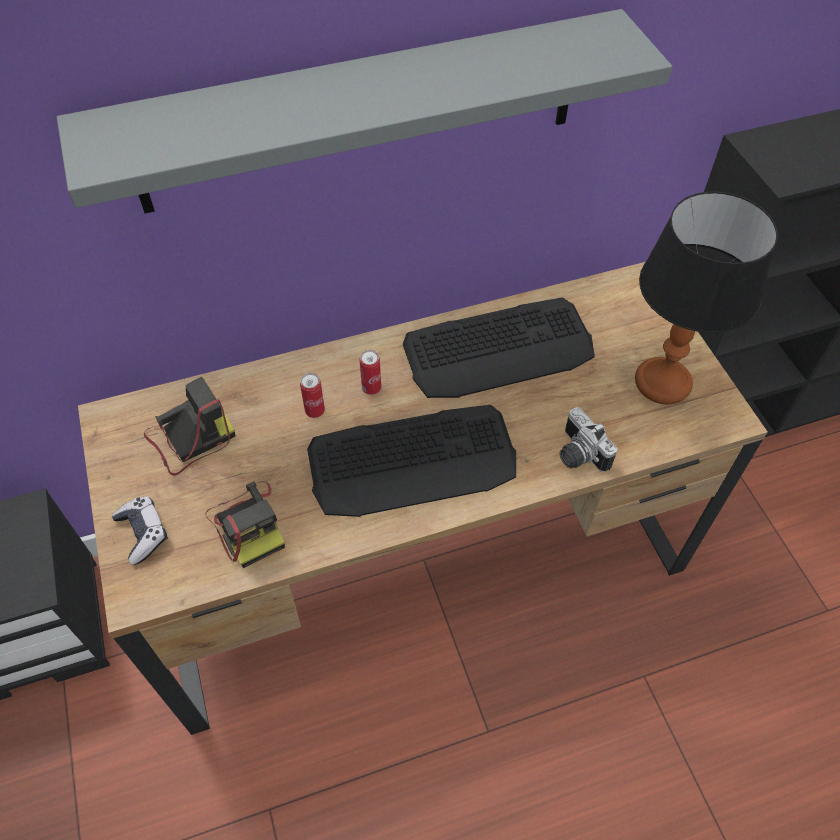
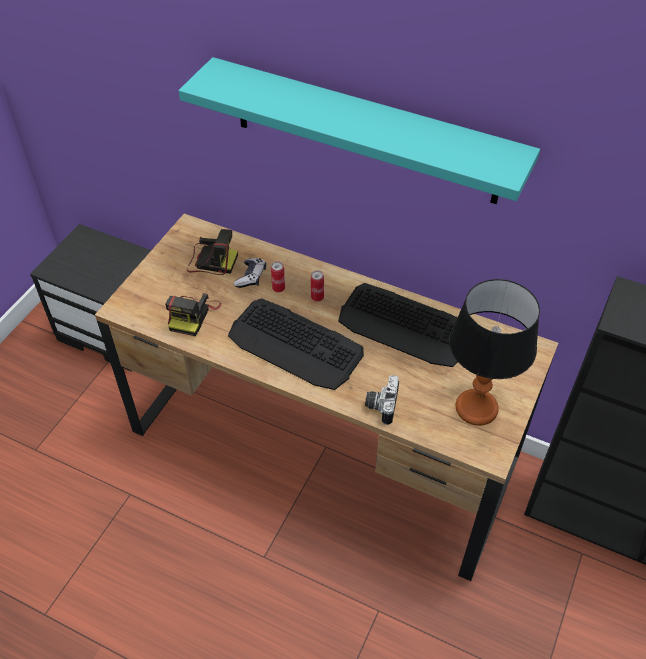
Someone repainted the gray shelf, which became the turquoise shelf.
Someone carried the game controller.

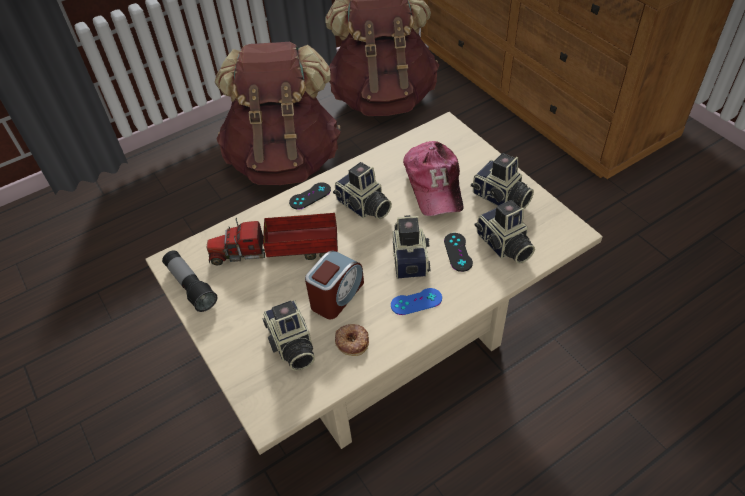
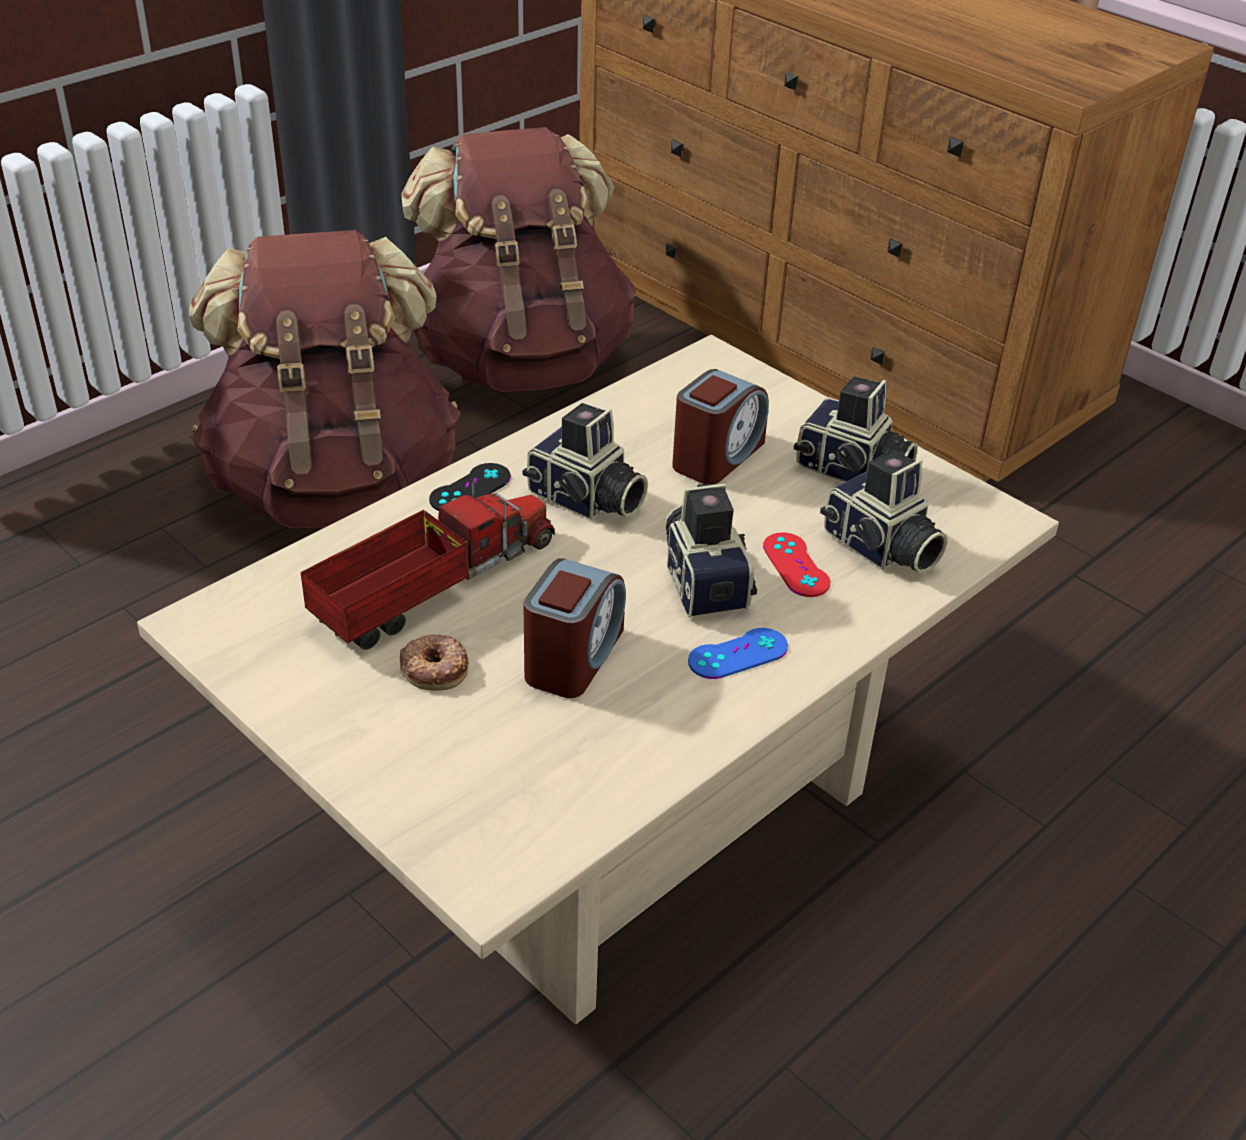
Someone took away the flashlight.
Someone rotated the model truck by 150 degrees clockwise.
Someone took away the photo camera (1st from left).
Someone carried the doughnut.
Someone swapped the cap for the table clock (2nd from left).
Someone repainted the black-coloured game controller (2nd from left), which became the red-coloured game controller.

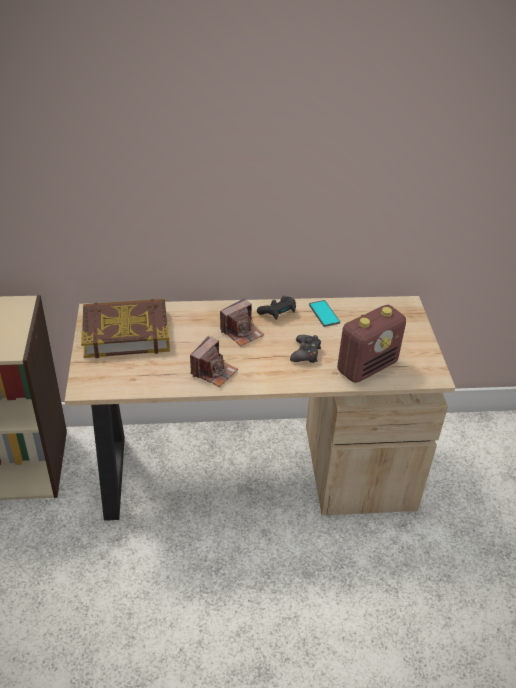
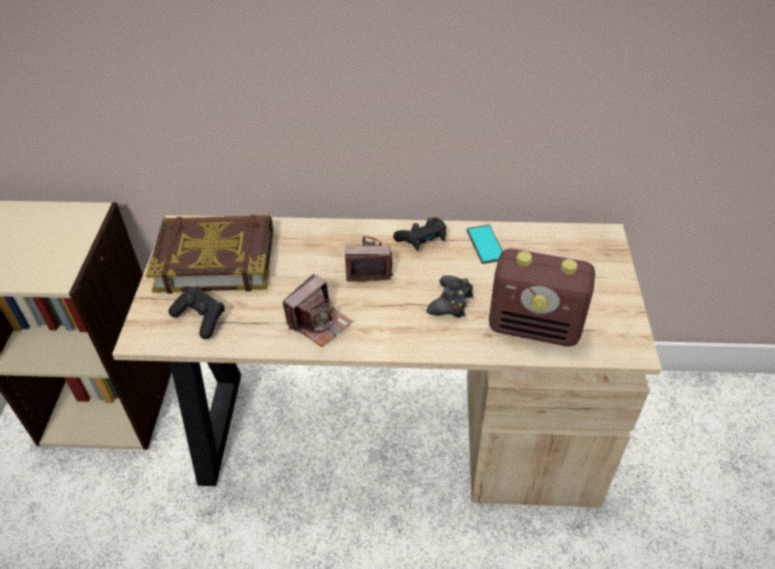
Someone rotated the photo camera (2nd from left) by 150 degrees counterclockwise.
Someone rotated the radio receiver by 45 degrees clockwise.
Someone put down the black-coloured game controller (1st from left).

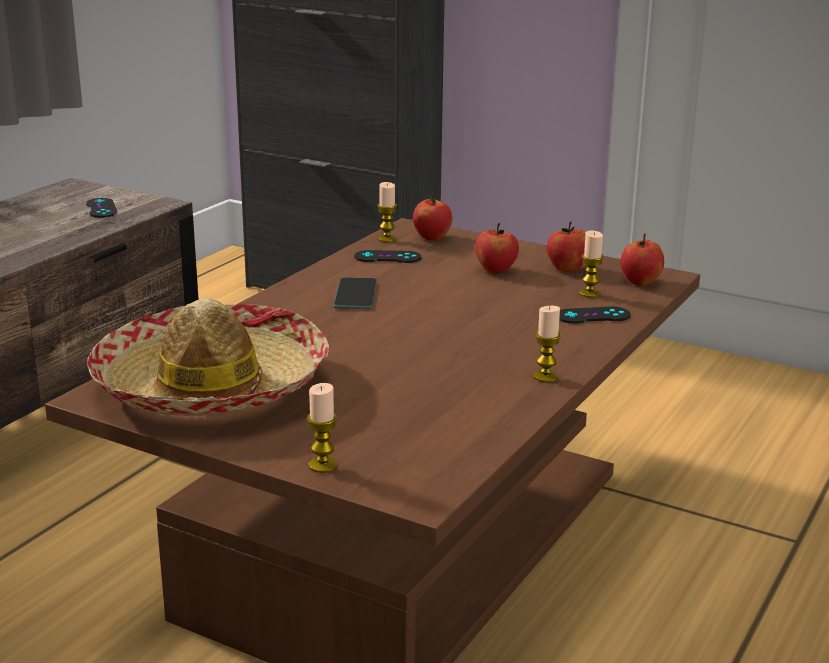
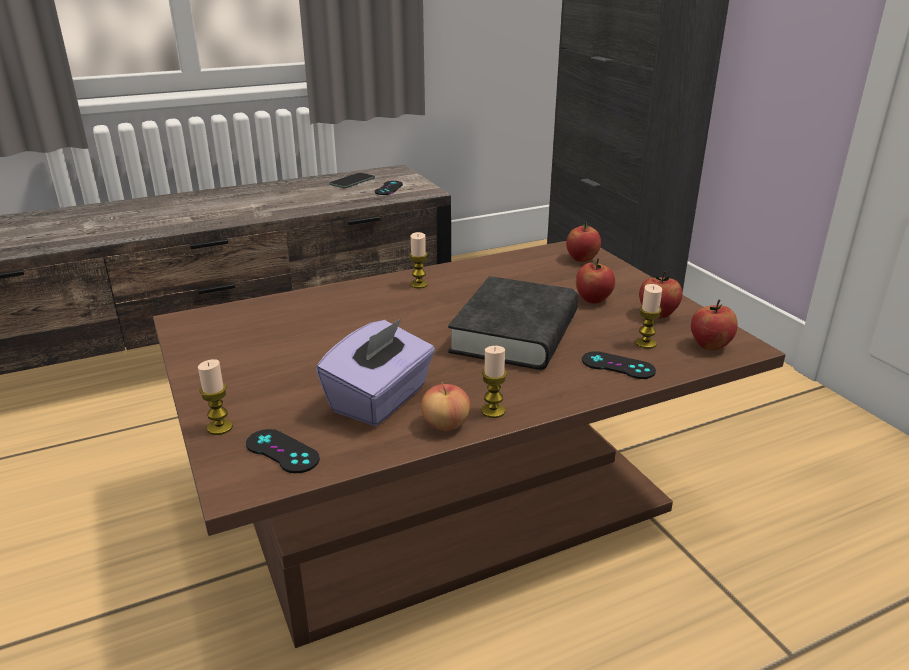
Someone took away the hat.
Someone carried the handset.
Someone carried the black-coloured game controller (2nd from left in the first image).
Someone carried the wax candle (2nd from left).
Someone put down the purplish tissue holder.
Someone put down the apple fruit (1st from left).
Someone put down the black-coloured bound book.

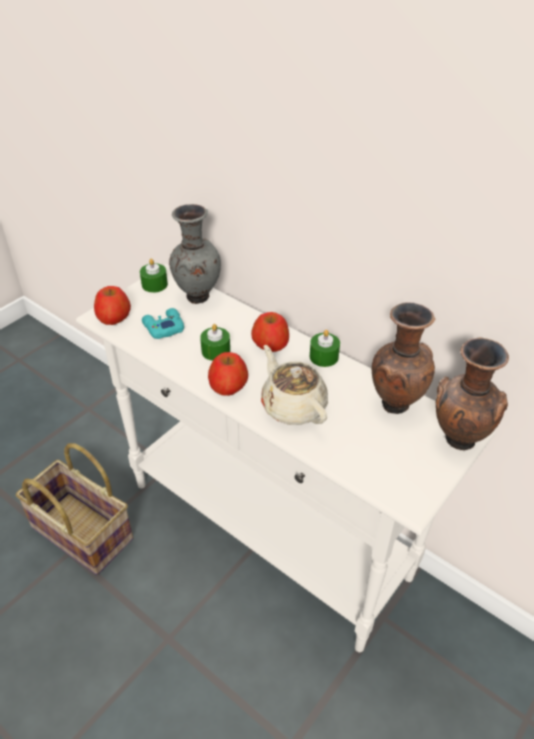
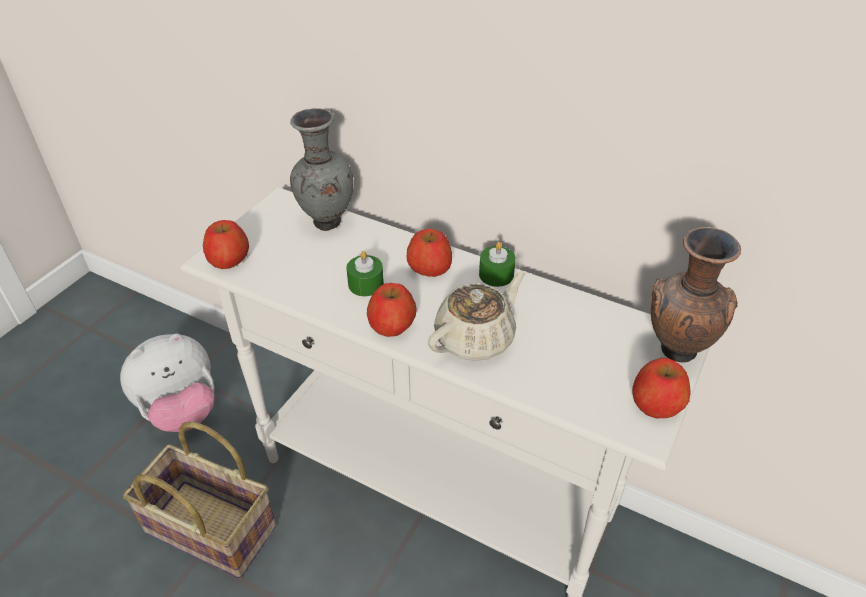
Someone took away the green wax candle (1st from left).
Someone took away the turquoise game controller.
Someone rotated the beige-coloured tea pot by 90 degrees clockwise.
Someone took away the brown decorative vase (1st from left).
Someone put down the soft toy.
Someone put down the apple fruit (4th from left).

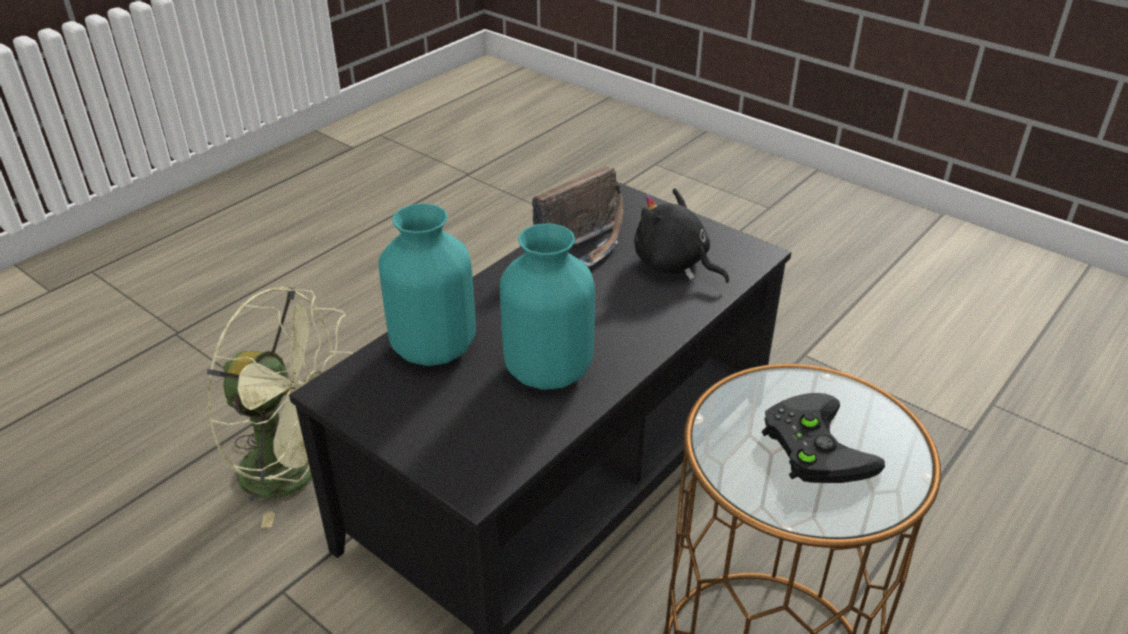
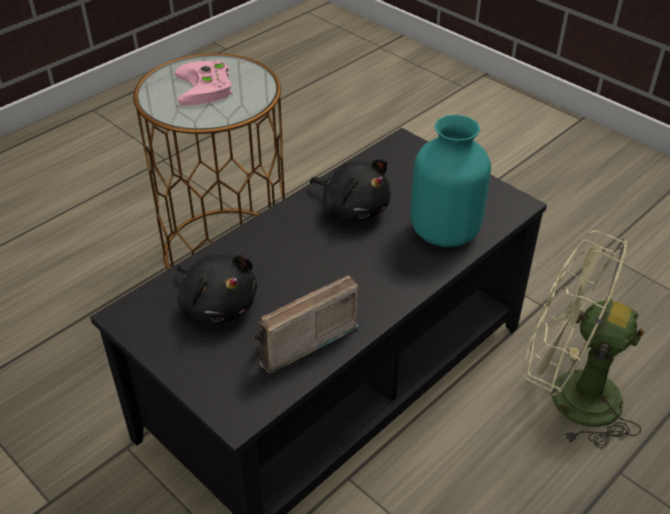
Someone swapped the turquoise decorative vase (2nd from left) for the black-coloured soft toy (2nd from left).
Someone repainted the black-coloured game controller, which became the pinkish game controller.

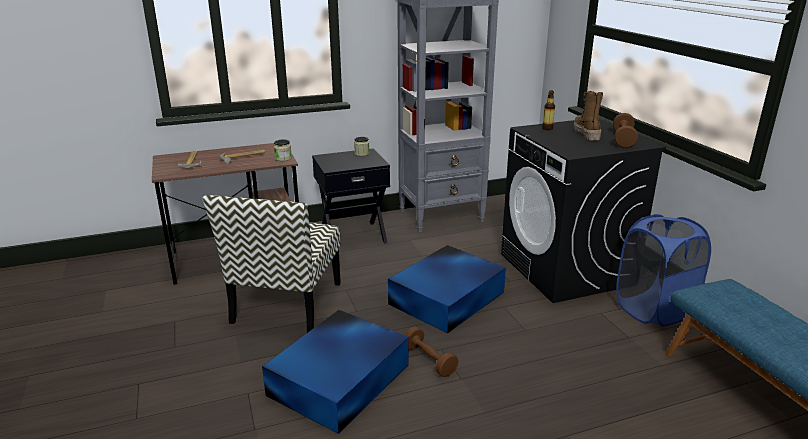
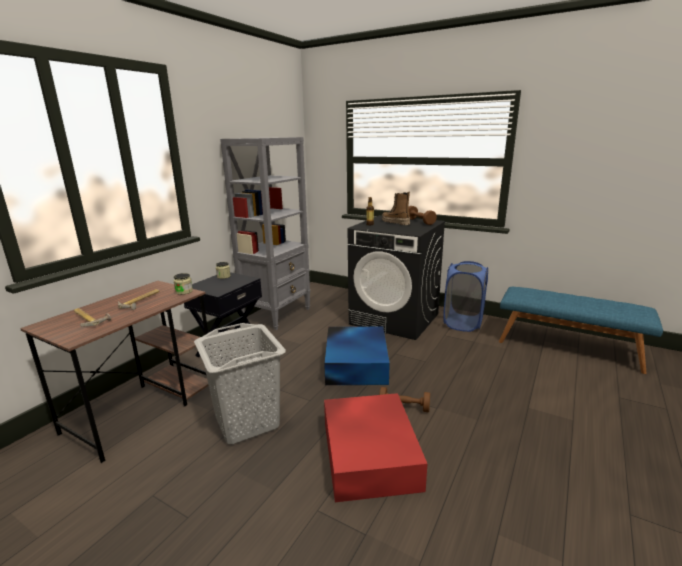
Someone swapped the chair for the gray washing basket.
Someone repainted the bluish storage box (1st from left), which became the red-coloured storage box.

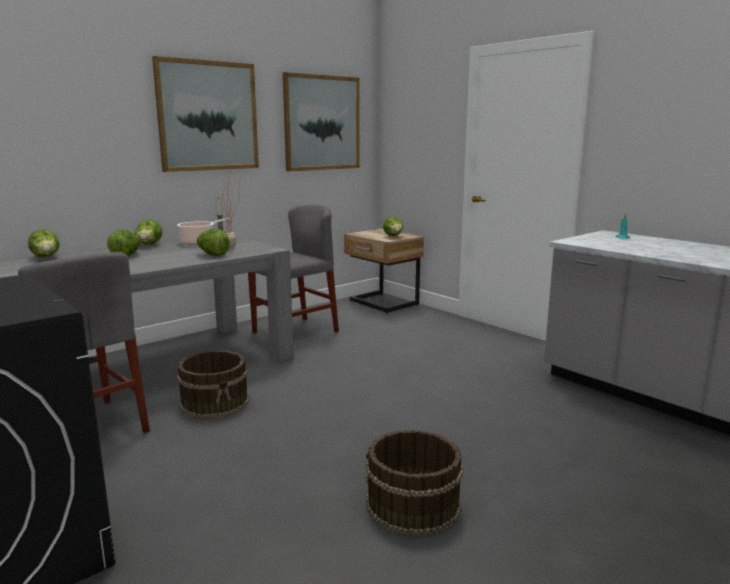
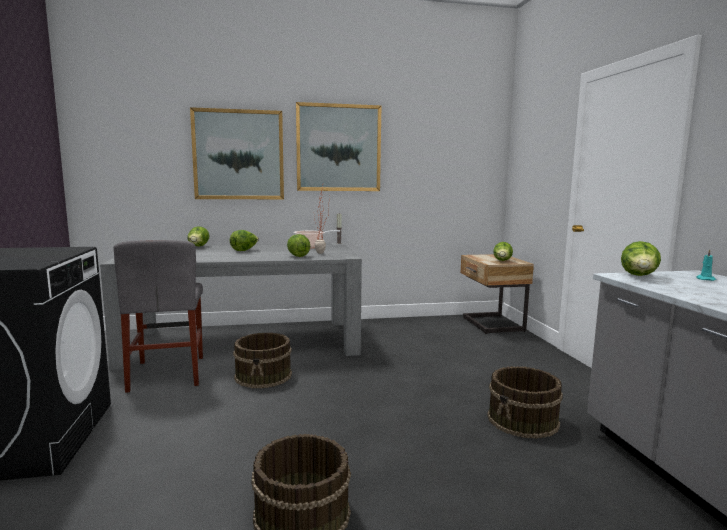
Someone carried the lettuce (3rd from left in the first image).
Someone took away the gray chair (2nd from left).
Someone carried the wall art (2nd from left in the first image).
Someone put down the brown water bucket (3rd from left).

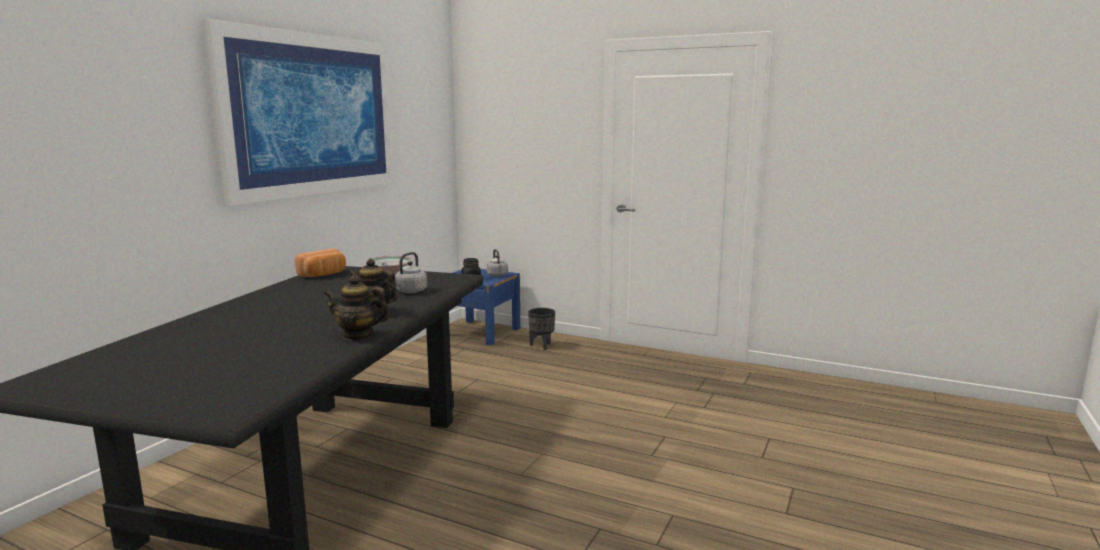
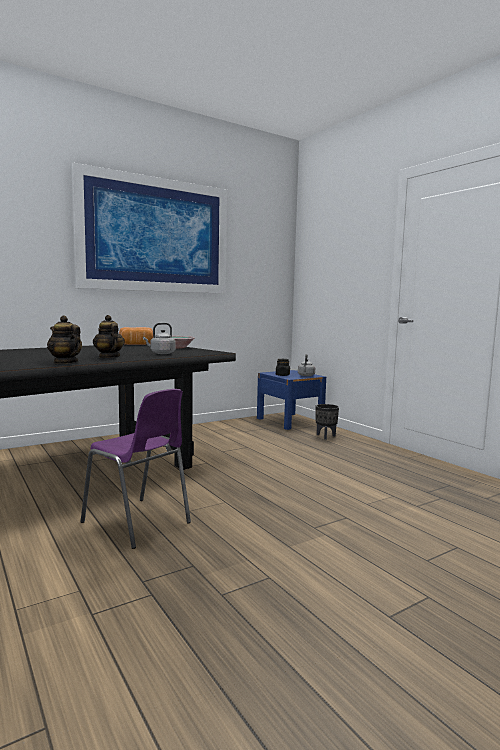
Someone put down the purplish chair.

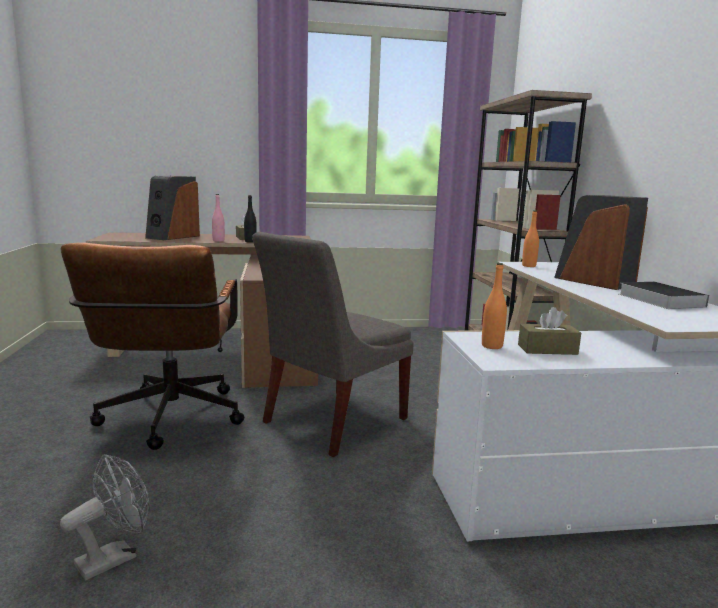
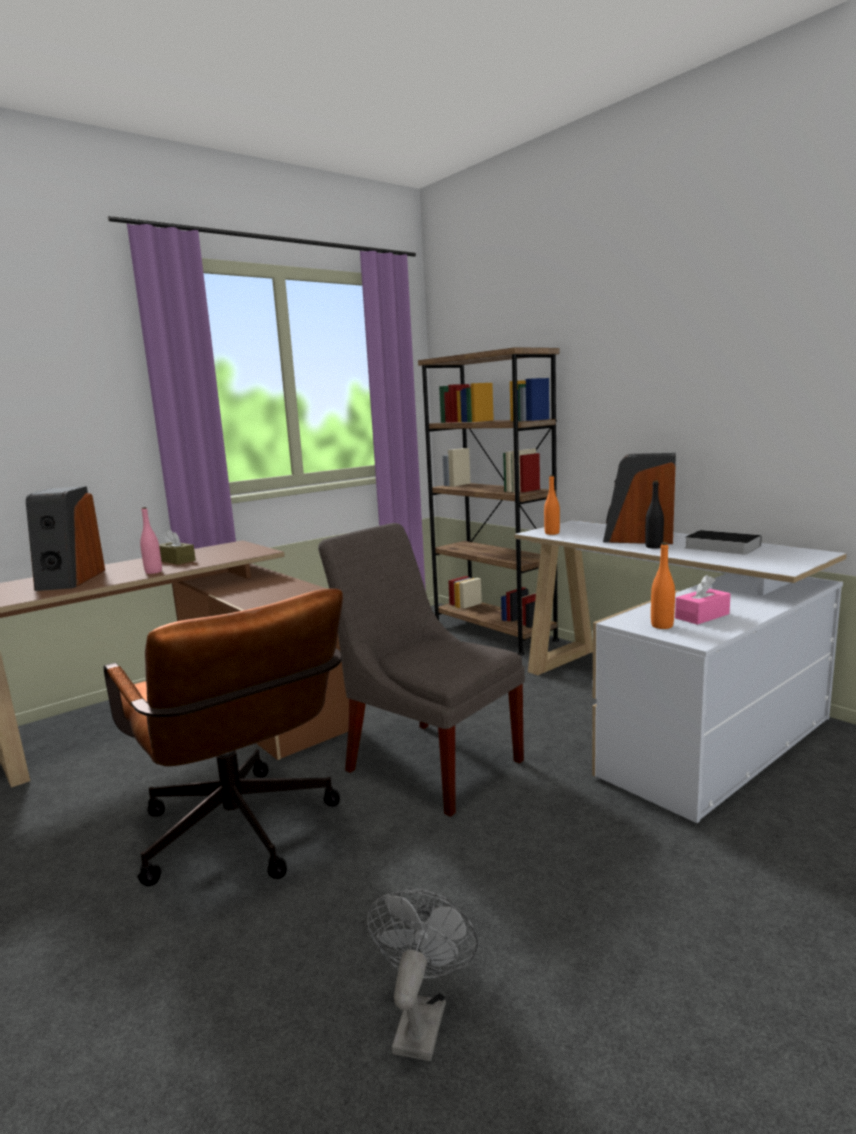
Someone carried the black-coloured bottle.
Someone rotated the gray chair by 120 degrees clockwise.
Someone repainted the brown tissue holder (2nd from left), which became the pinkish tissue holder.

